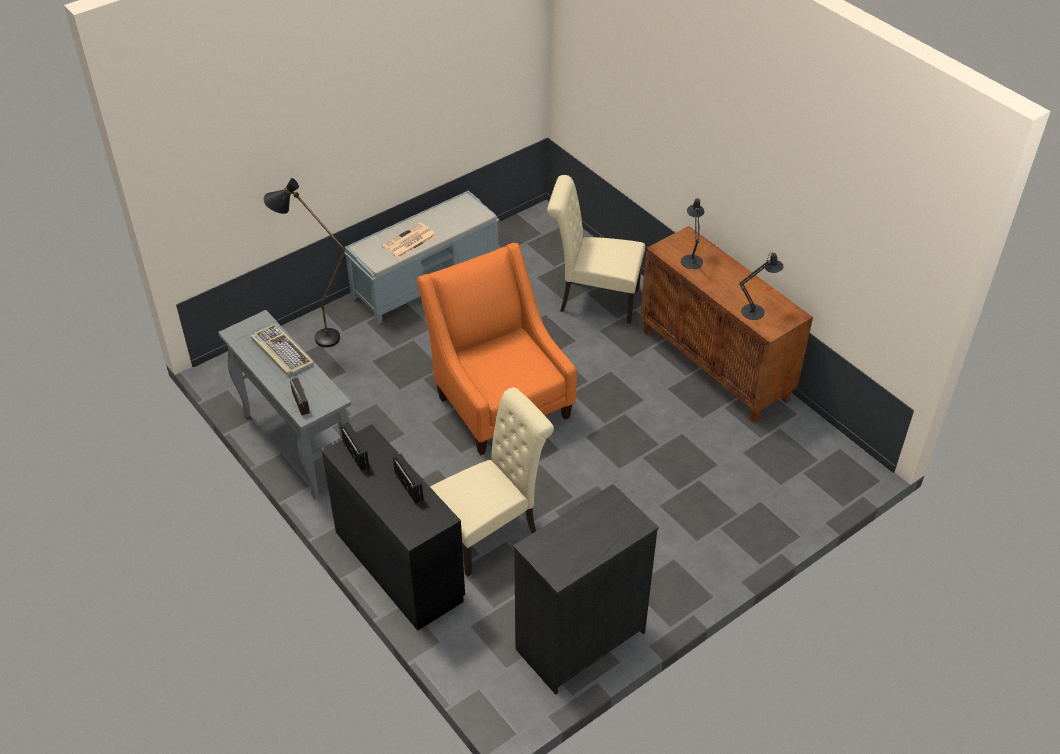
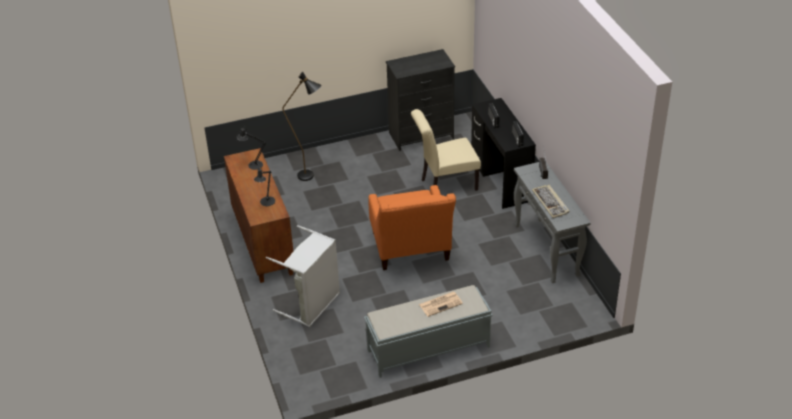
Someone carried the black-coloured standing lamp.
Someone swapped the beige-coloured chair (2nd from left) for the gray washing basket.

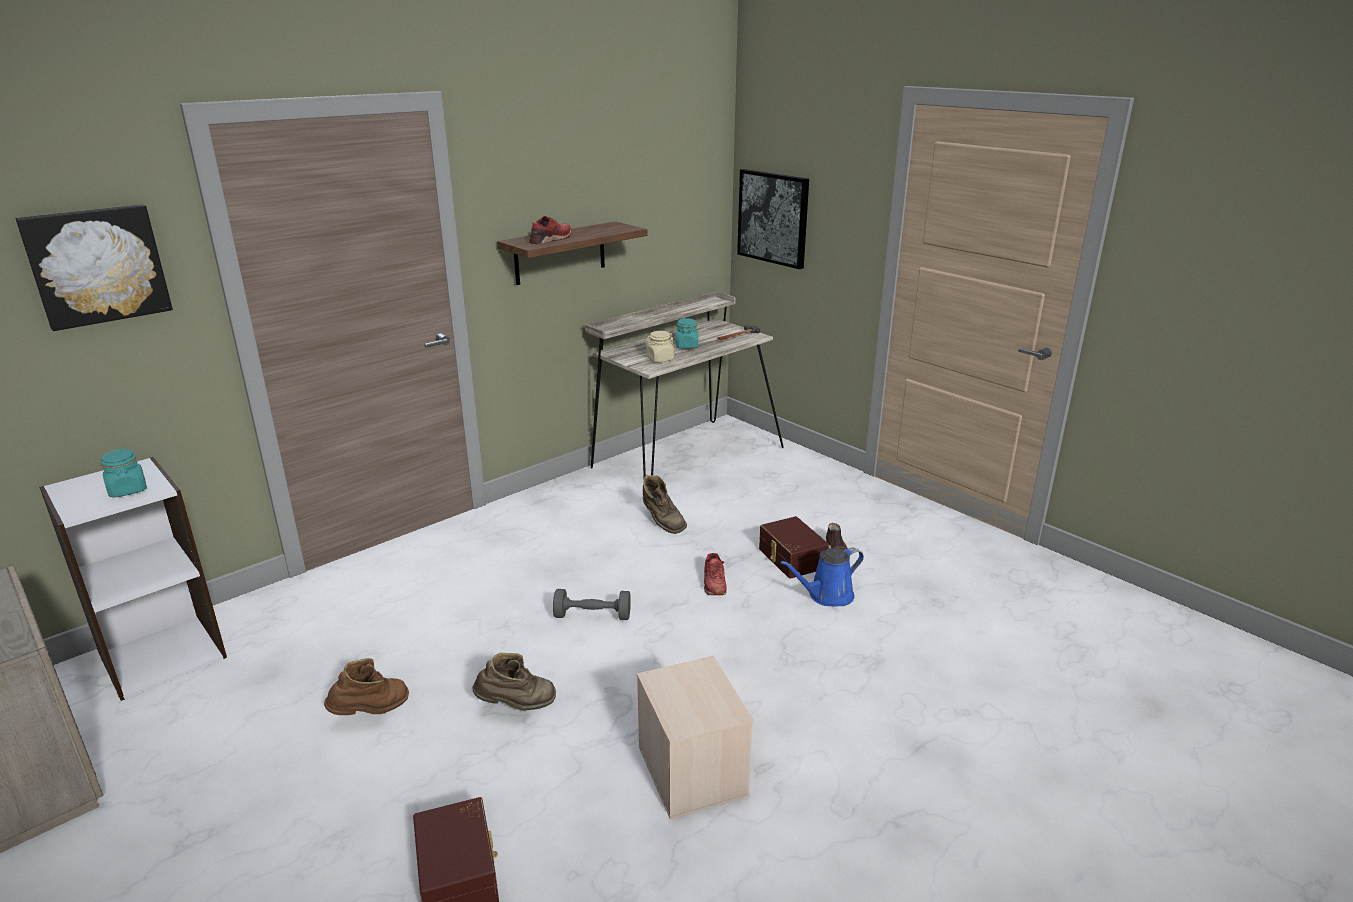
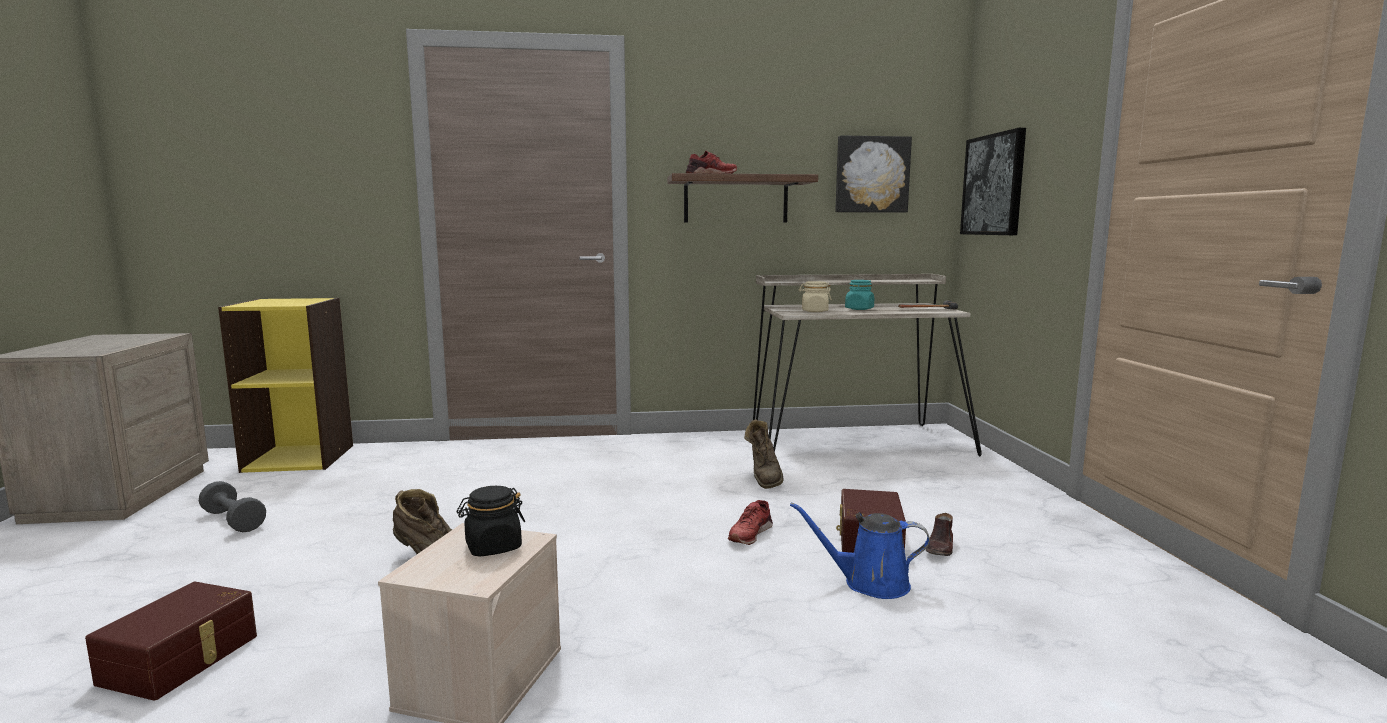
Someone carried the wall art (1st from left).
Someone repainted the white bookcase, which became the yellow bookcase.
Someone took away the turquoise preserve jar (1st from left).
Someone took away the brown tall boot (1st from left).
Someone carried the gray dumbbell.
Someone put down the black-coloured preserve jar.

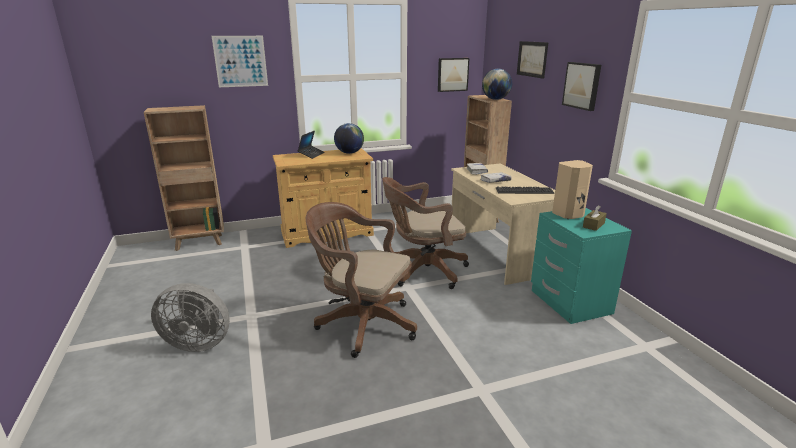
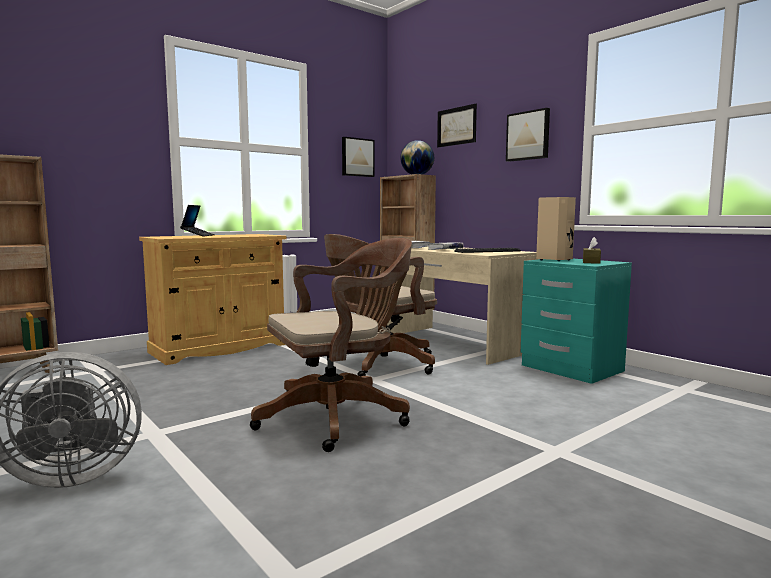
Someone took away the wall art (1st from left).
Someone rotated the brown office chair (1st from left) by 150 degrees clockwise.
Someone took away the globe (1st from left).

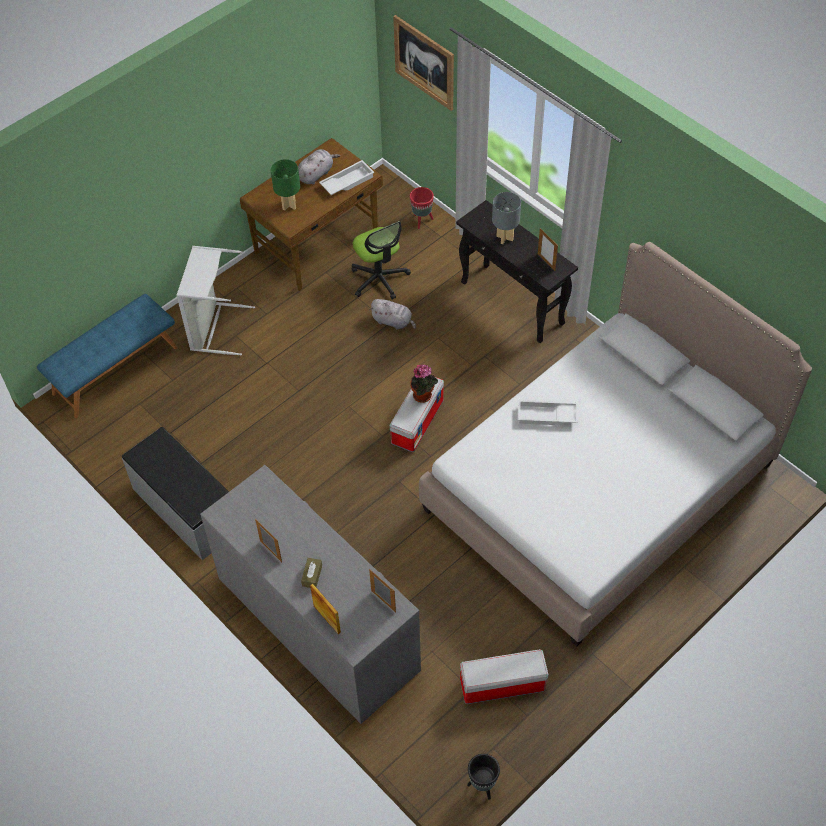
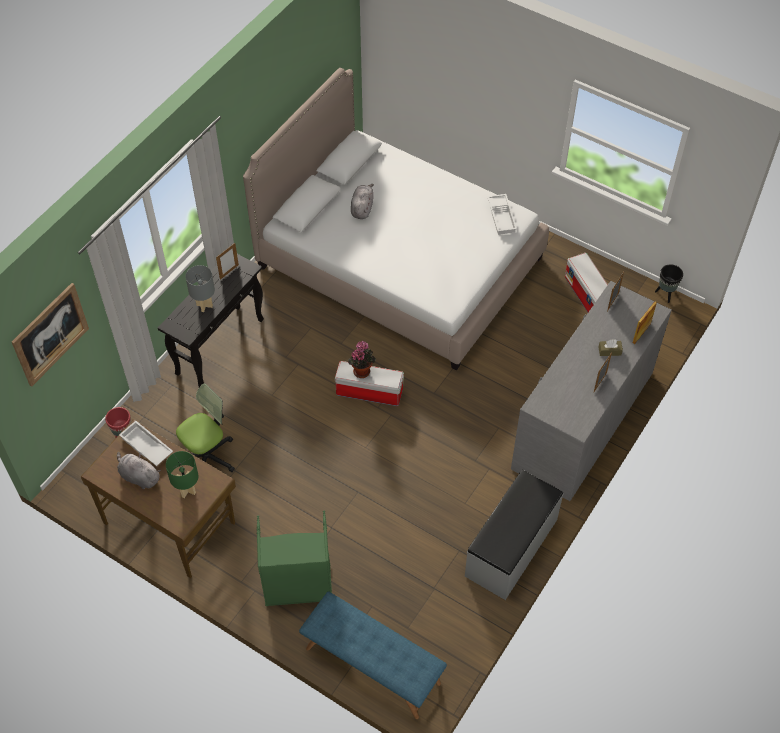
Someone repainted the gray washing basket, which became the green washing basket.
Someone carried the gray soft toy (2nd from left).
Someone carried the white serving tray (2nd from left).

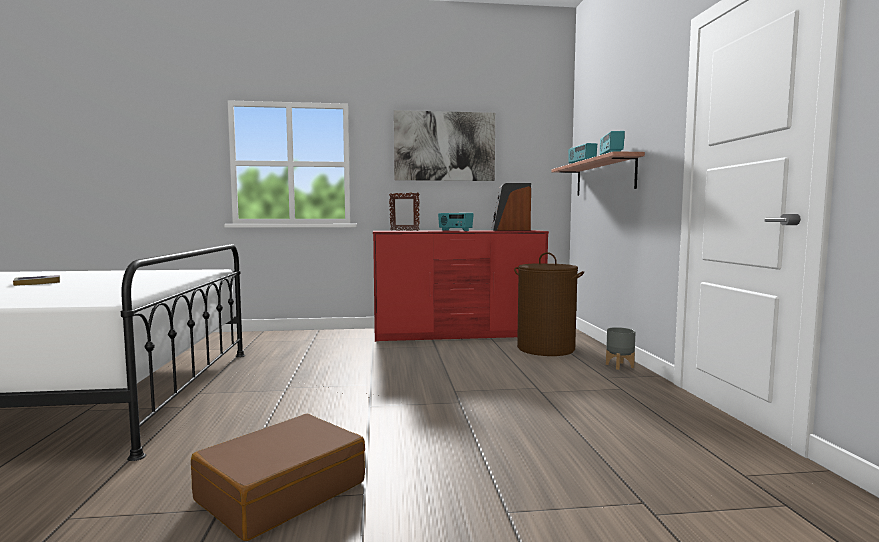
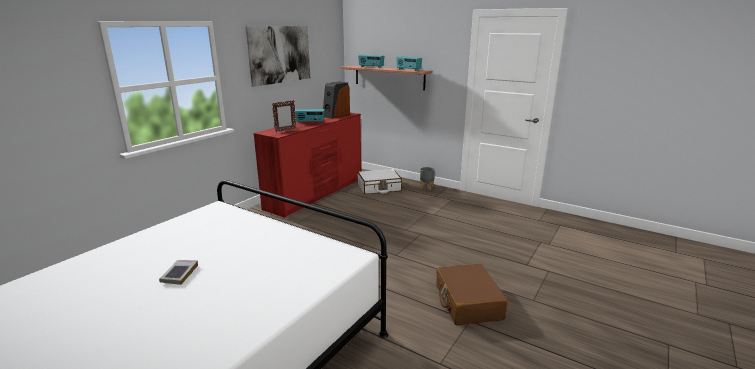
Someone swapped the brown washing basket for the white piece of luggage.

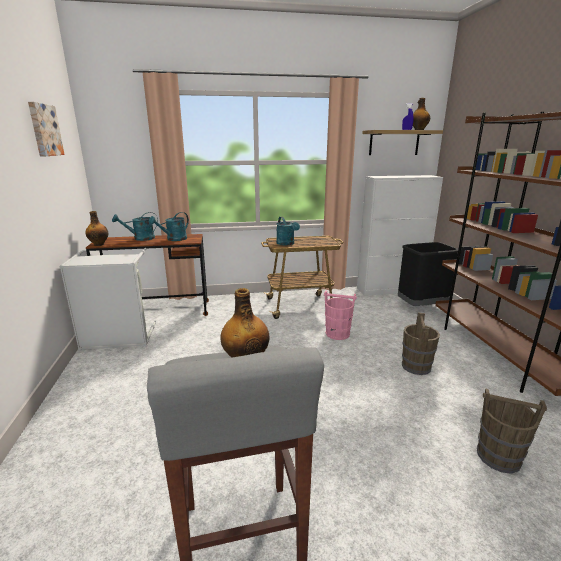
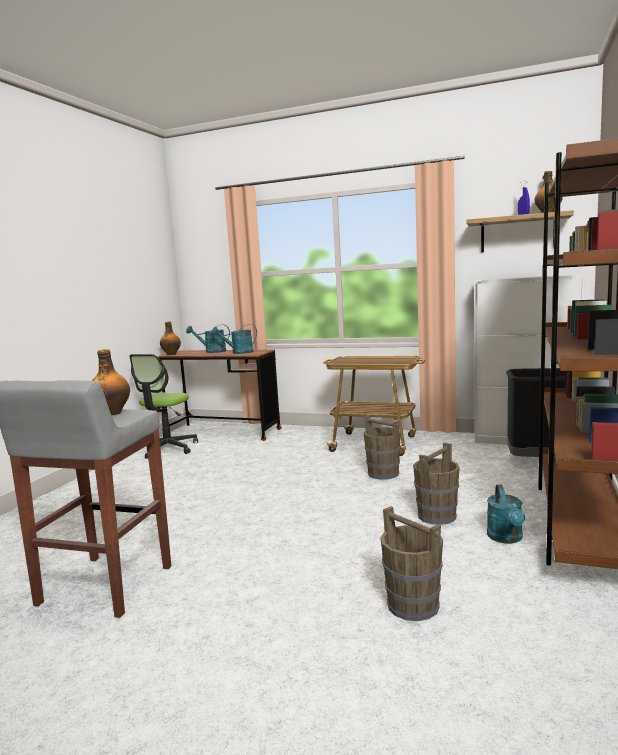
Someone took away the wall art.
Someone swapped the gray washing basket for the office chair.
Someone carried the turquoise watering pot (3rd from left).
Someone repainted the pinkish water bucket, which became the brown water bucket (1st from left).

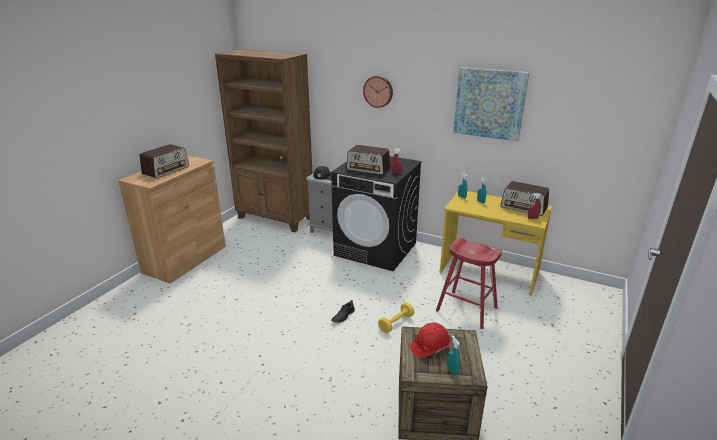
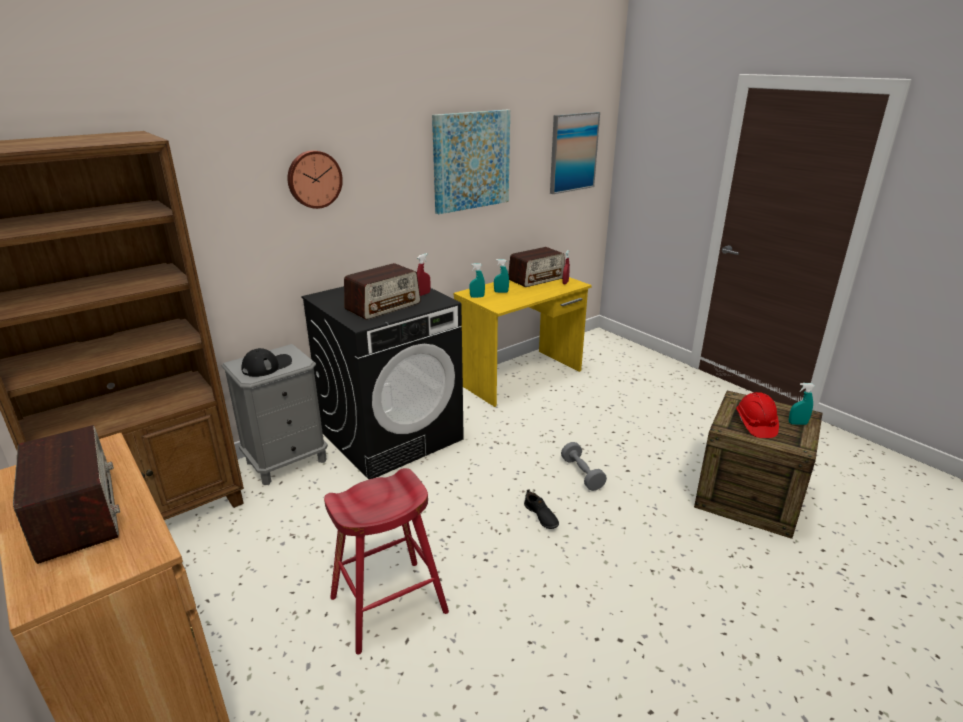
Someone repainted the yellow dumbbell, which became the gray dumbbell.
Someone carried the red-coloured sitting stool.
Someone put up the wall art (2nd from left).

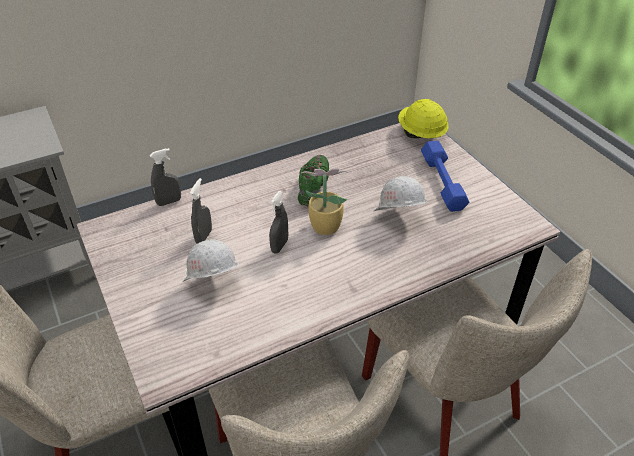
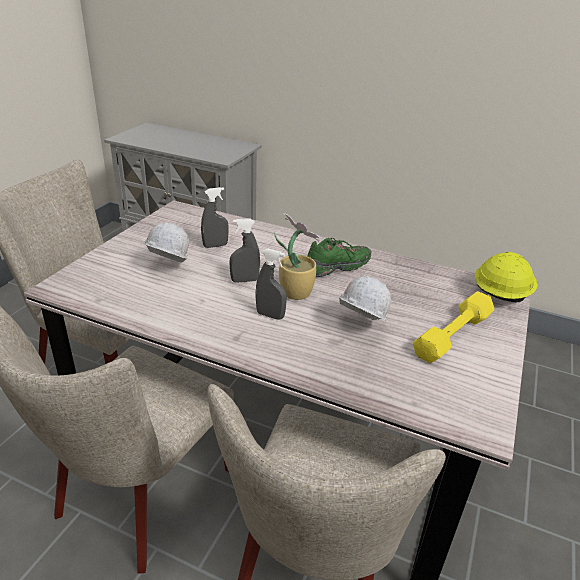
Someone carried the gray sprayer (1st from left in the first image).
Someone repainted the bluish dumbbell, which became the yellow dumbbell.

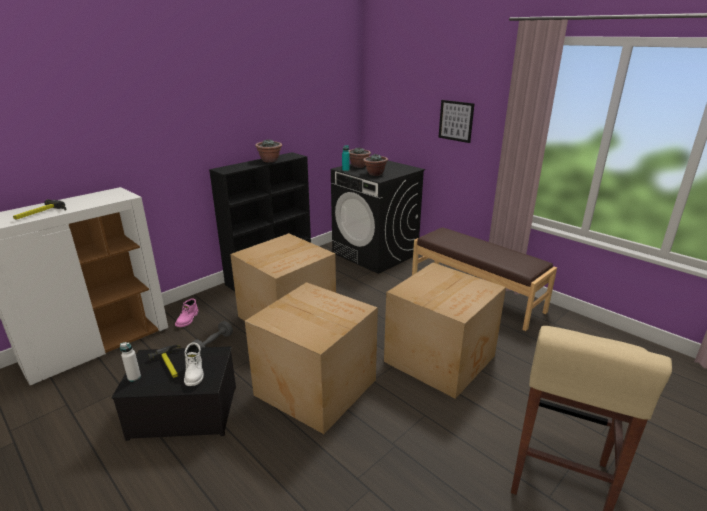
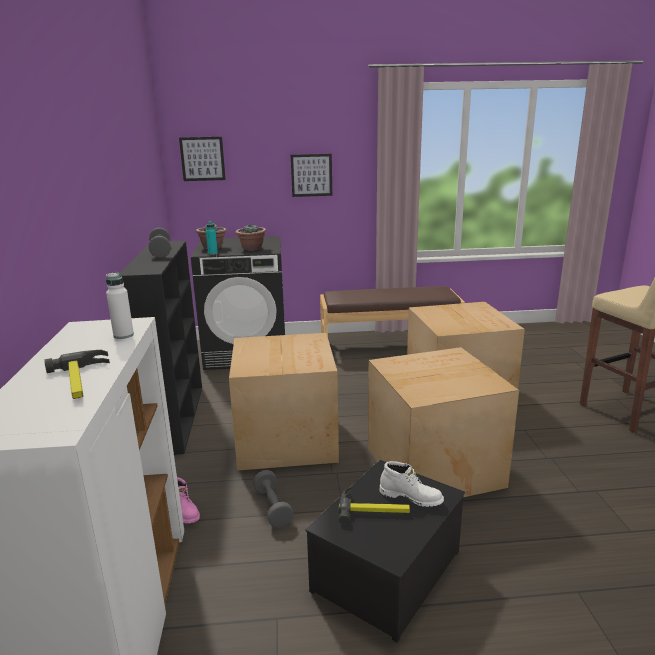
Someone carried the white bottle.
Someone swapped the plant in a pot (1st from left) for the gray dumbbell (1st from left).
Someone put up the wall art (1st from left).

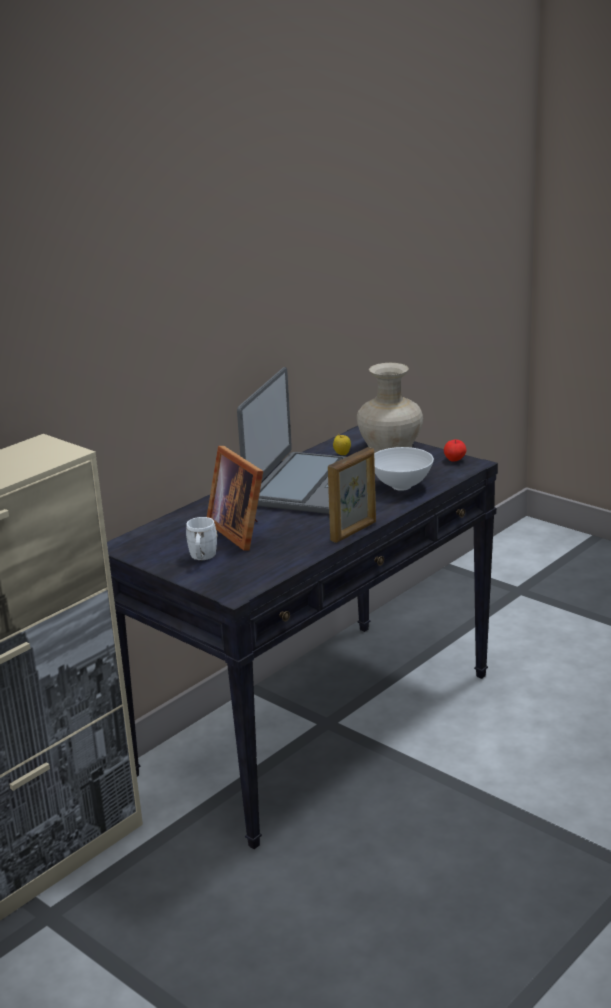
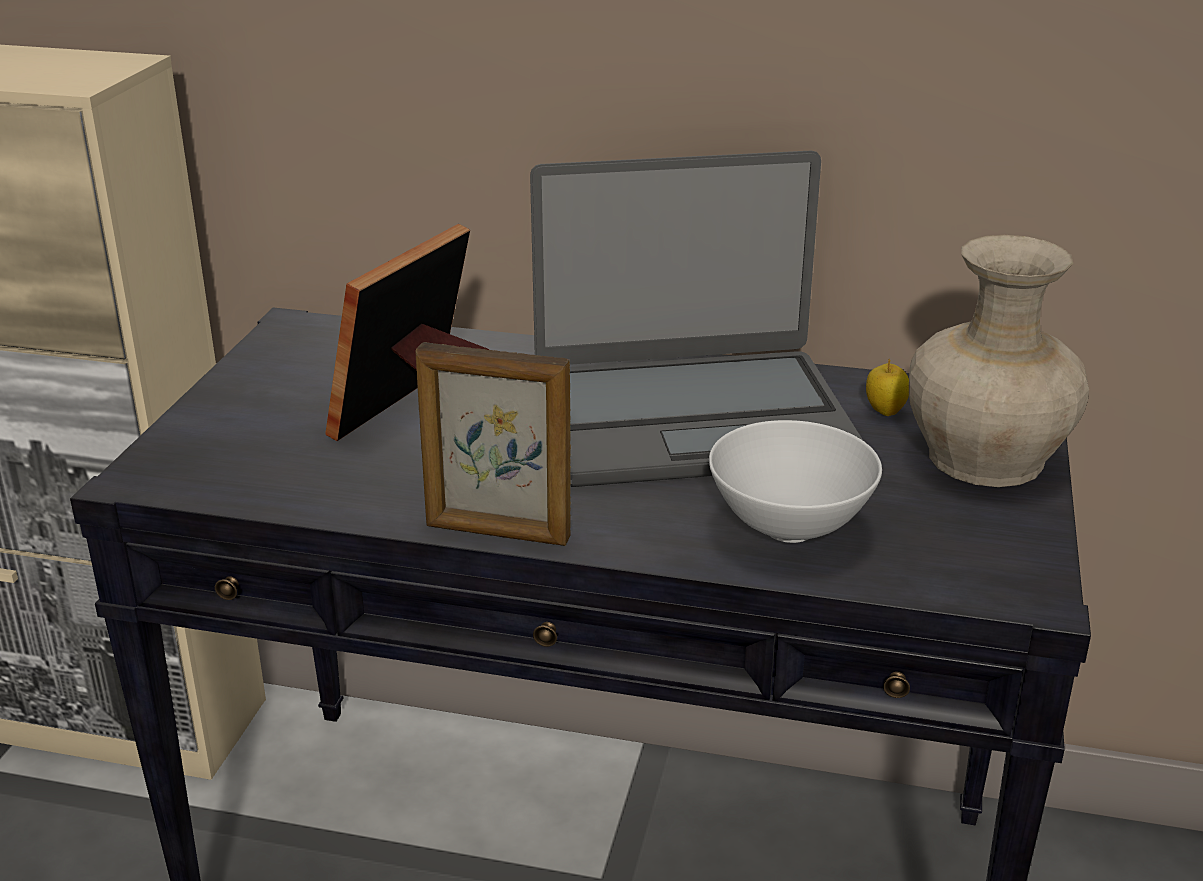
Someone took away the white mug.
Someone took away the apple fruit (2nd from left).

